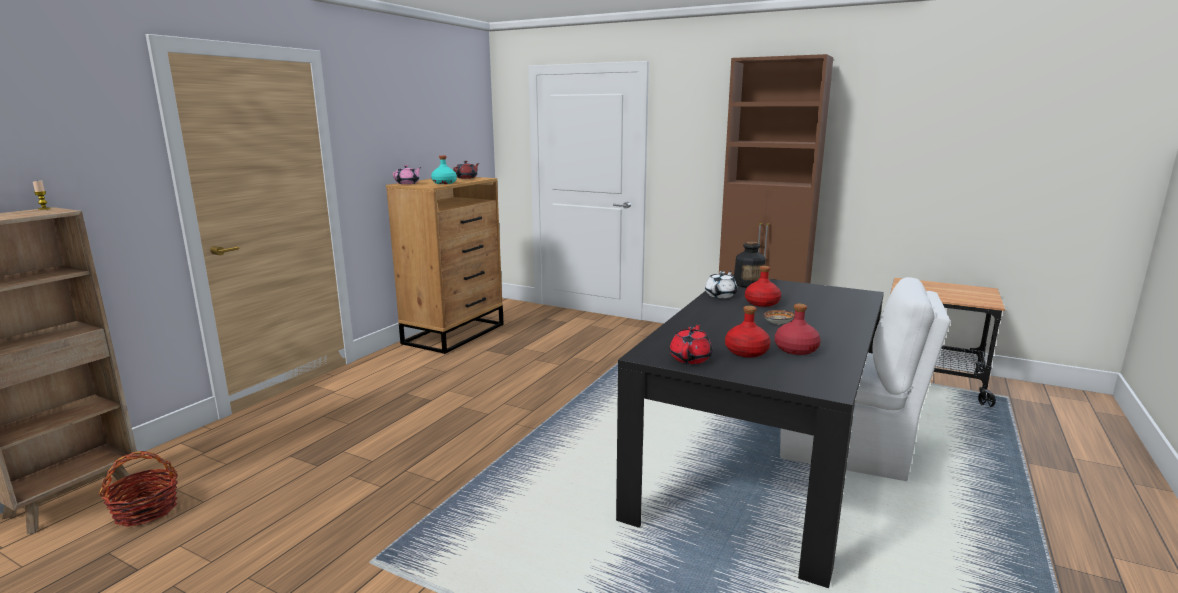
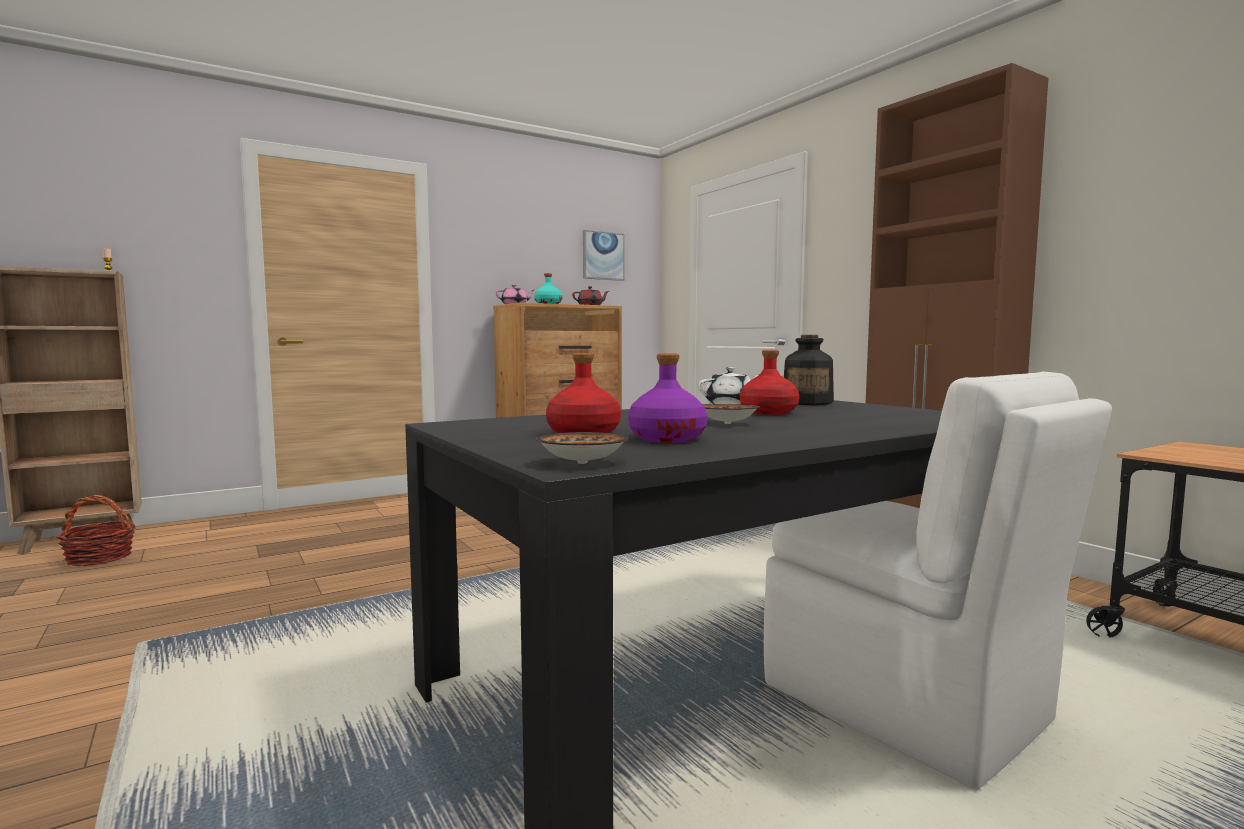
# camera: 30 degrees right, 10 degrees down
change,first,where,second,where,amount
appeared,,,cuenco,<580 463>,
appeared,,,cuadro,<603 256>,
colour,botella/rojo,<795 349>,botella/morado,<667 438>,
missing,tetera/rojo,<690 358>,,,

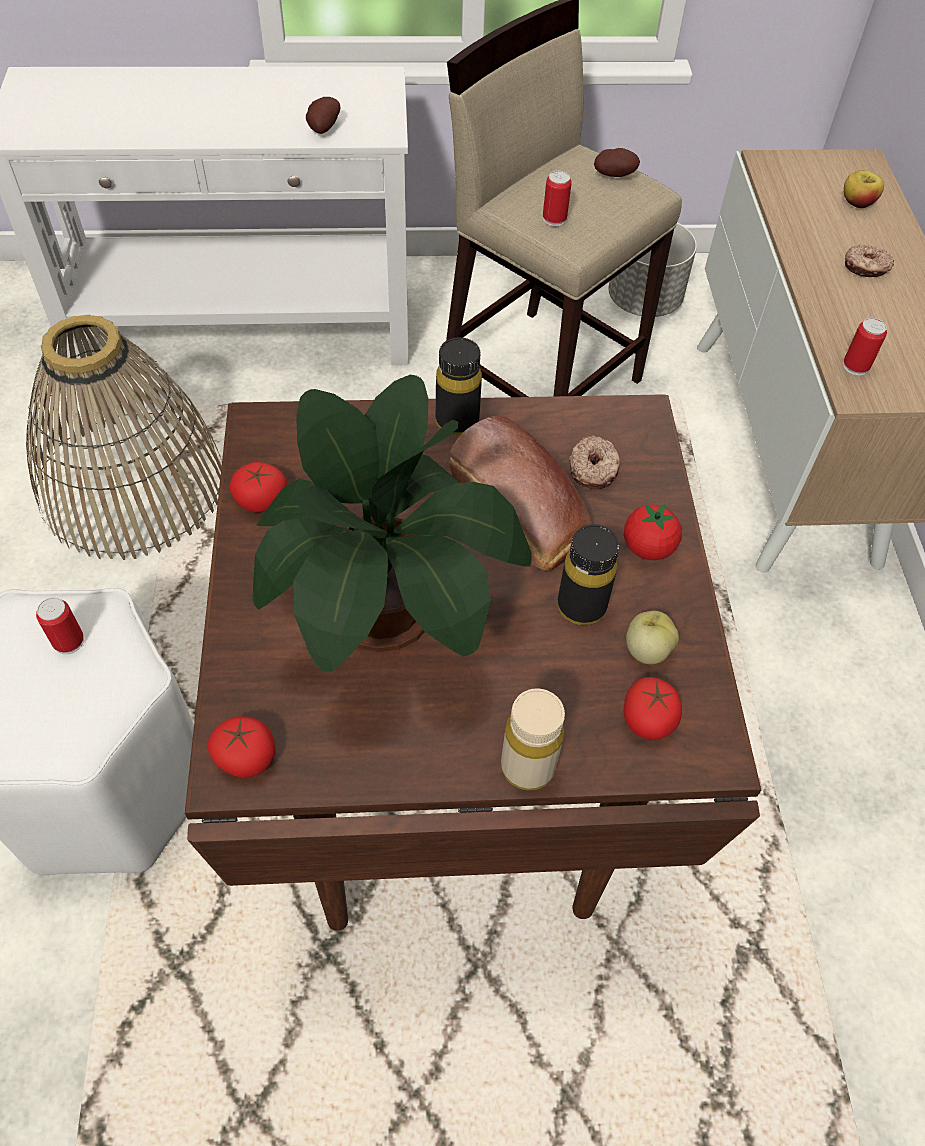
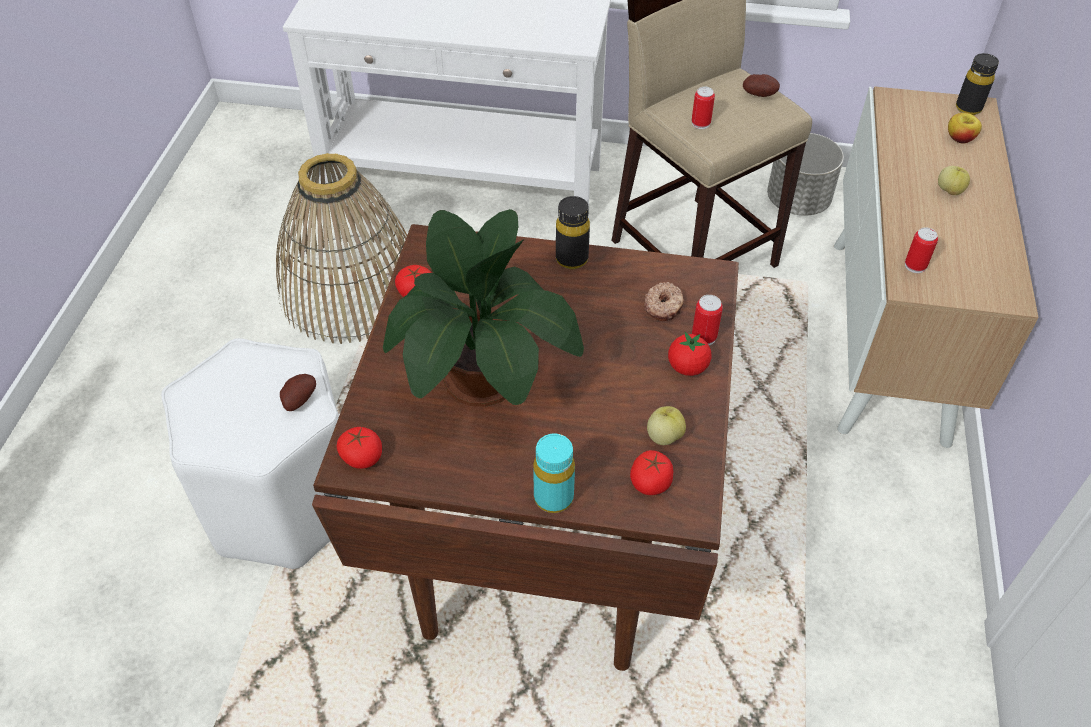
# camera: 15 degrees right, 5 degrees down
change,first,where,second,where,amount
relocated,patata,<322 129>,,<298 400>,
colour,botella/beis,<528 766>,botella/turquesa,<553 498>,
relocated,lata,<69 641>,,<704 337>,
exchanged,rosquilla,<865 268>,manzana,<949 190>,
relocated,botella/negro,<581 606>,,<968 108>,
missing,pan,<524 518>,,,

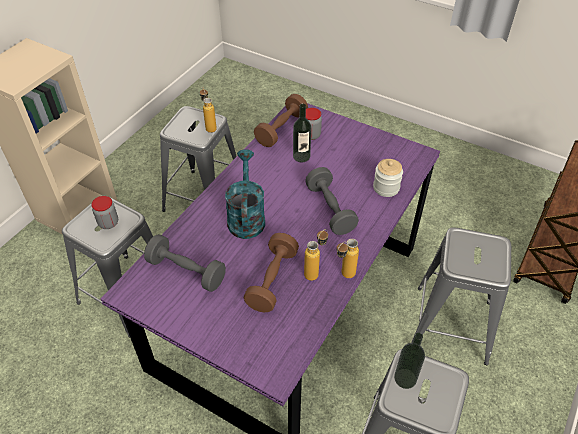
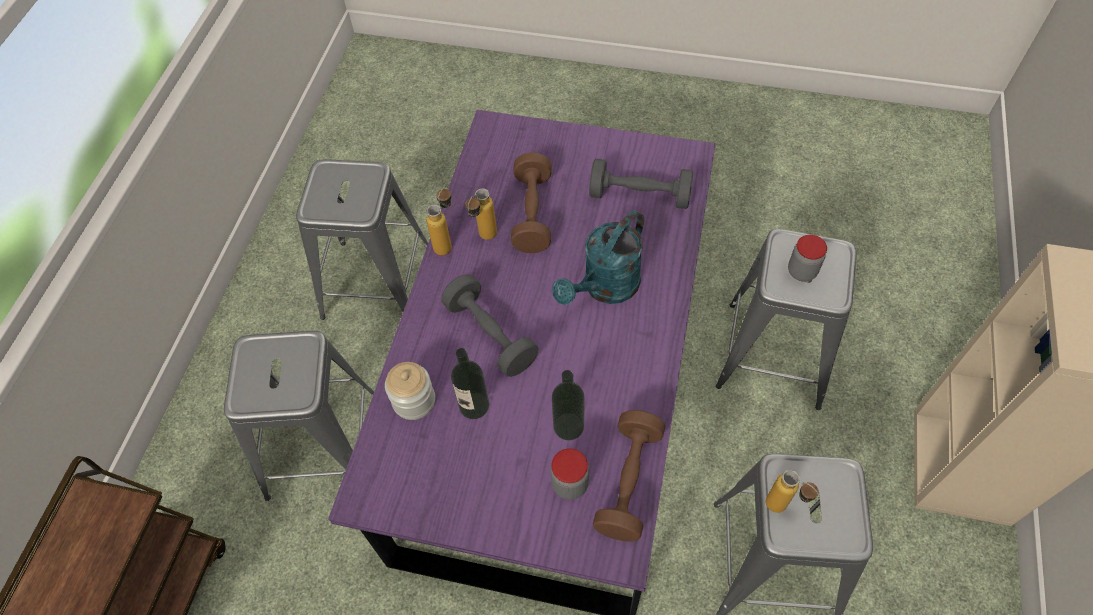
# camera: 165 degrees right, 10 degrees up
change,first,where,second,where,amount
relocated,botella,<405 378>,,<474 405>,
spun,regadera/turquesa,<246 216>,,<605 288>,60 degrees clockwise

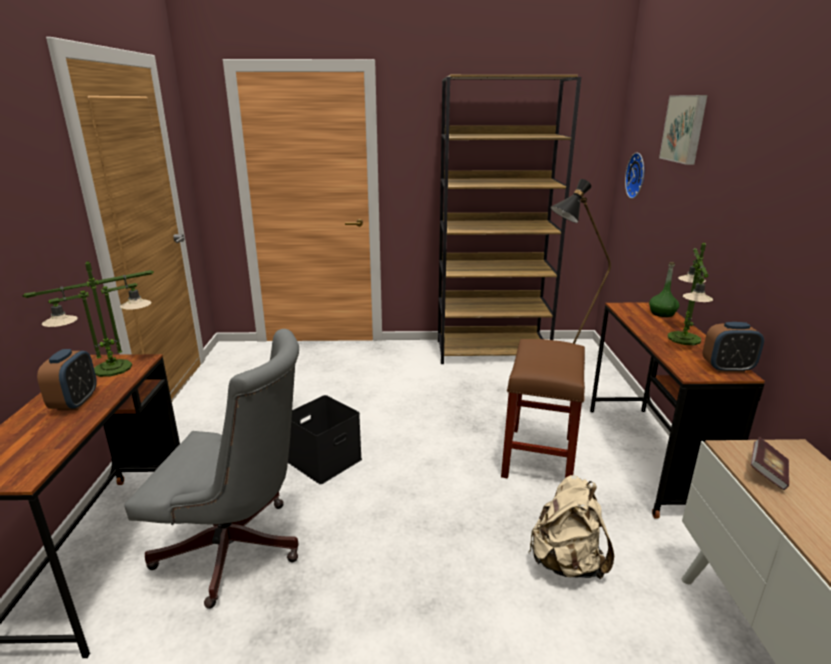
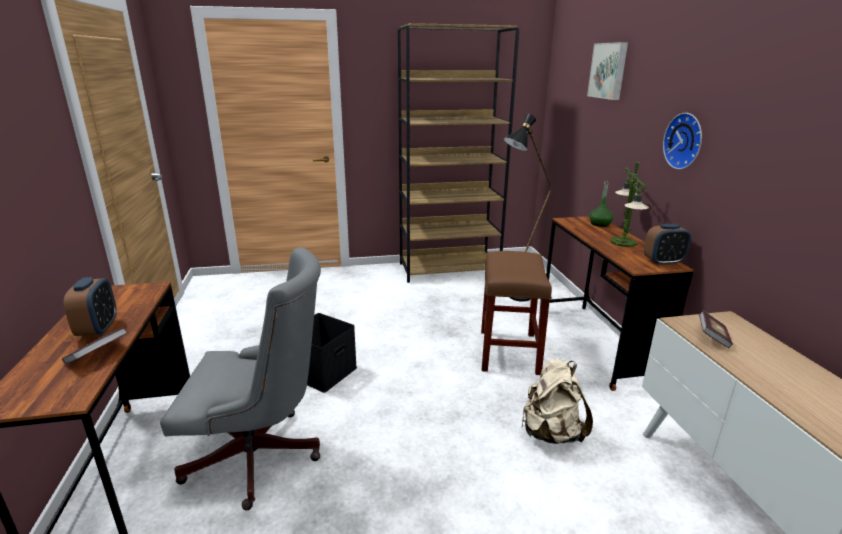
# camera: 10 degrees left, 0 degrees up
change,first,where,second,where,amount
appeared,,,libro,<98 355>,
relocated,reloj de pared,<638 175>,,<685 141>,
missing,lámpara de mesa,<112 369>,,,

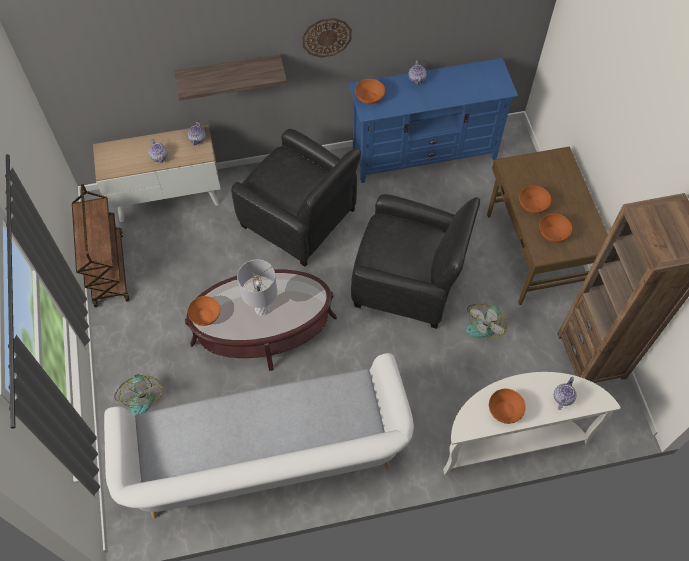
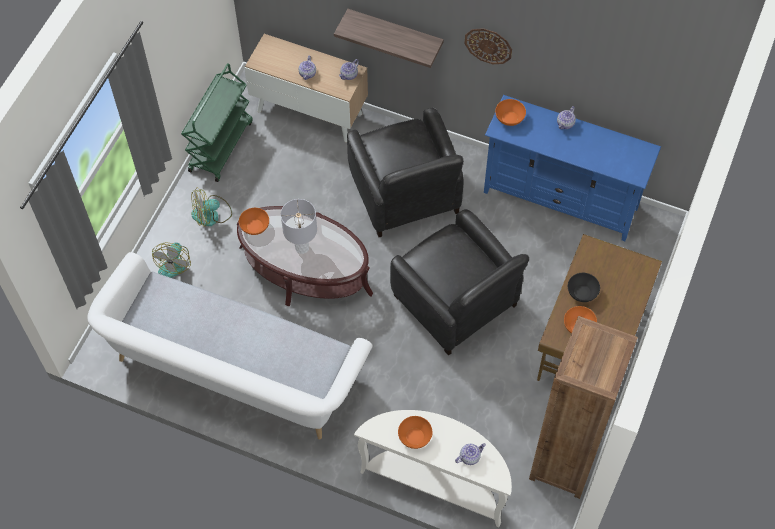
# camera: 35 degrees right, 0 degrees up
change,first,where,second,where,amount
colour,carrito/marrón,<108 268>,carrito/verde,<220 146>,
relocated,ventilador,<484 323>,,<211 215>,
colour,cuenco/naranja,<533 205>,cuenco/negro,<582 292>,

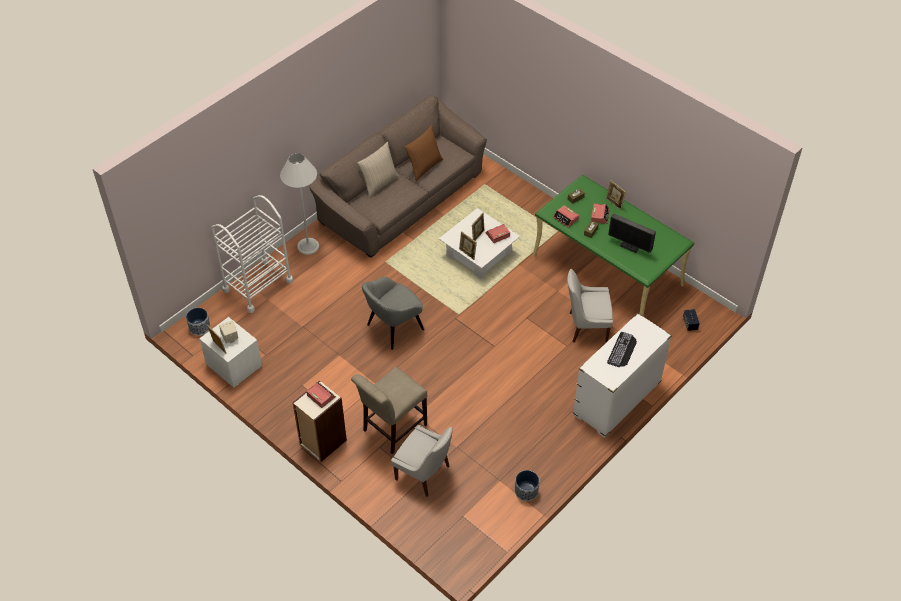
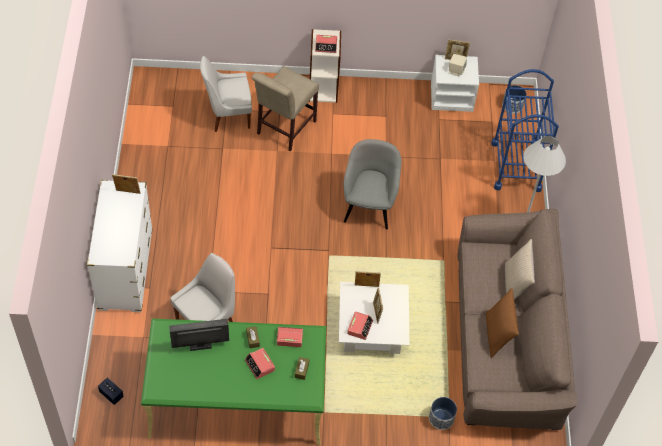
# camera: 135 degrees right, 5 degrees up
change,first,where,second,where,amount
relocated,portarretratos,<614 204>,,<127 192>,
spun,silla/beis,<392 429>,,<284 129>,150 degrees counterclockwise
relocated,maceta,<526 491>,,<441 418>,
colour,carrito/blanco,<258 285>,carrito/azul,<516 166>,
missing,teclado,<623 350>,,,

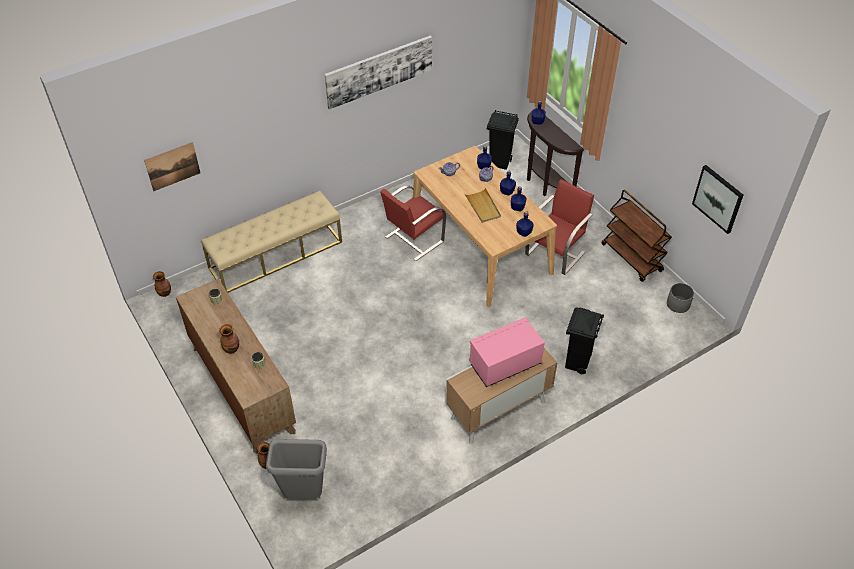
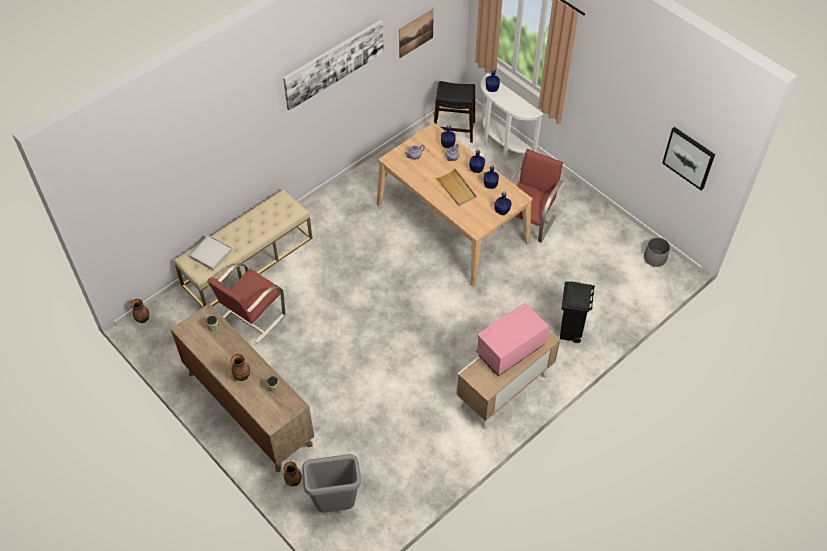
# camera: 10 degrees left, 5 degrees up
change,first,where,second,where,amount
appeared,,,bandeja/blanco,<211 254>,
relocated,silla/rojo,<413 240>,,<252 317>,
relocated,cuadro,<172 166>,,<416 33>,
exchanged,papelera/negro,<500 163>,taburete/negro,<453 130>,
colour,mesa consola/marrón,<544 184>,mesa consola/blanco,<502 148>,
missing,carrito/marrón,<632 258>,,,

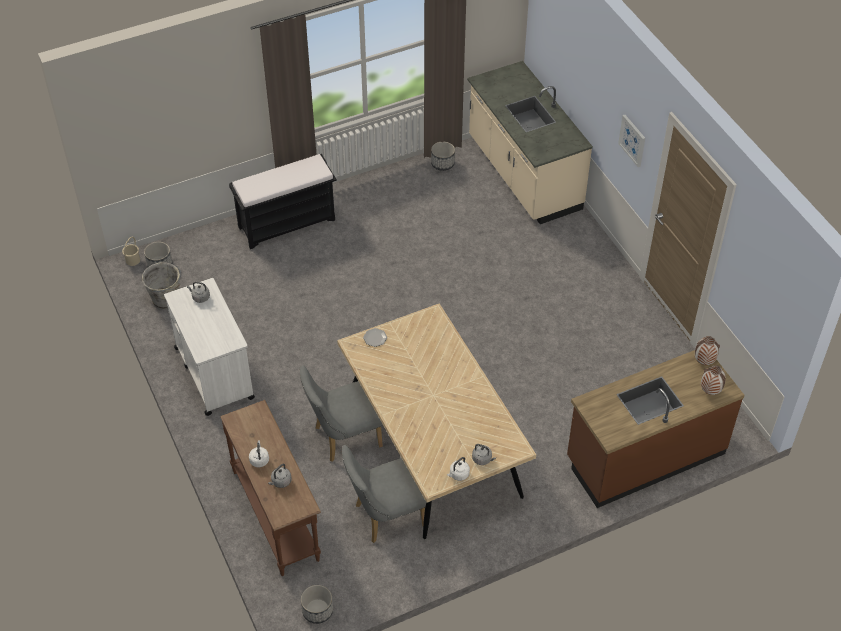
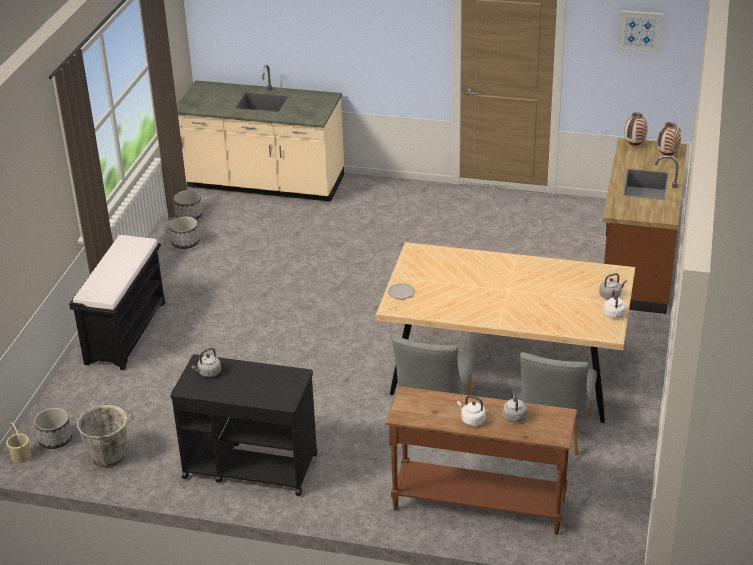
# camera: 50 degrees left, 15 degrees down
change,first,where,second,where,amount
relocated,maceta,<318 611>,,<186 243>,
colour,carrito/blanco,<214 372>,carrito/negro,<249 466>,
relocated,cuadro,<632 140>,,<639 31>,

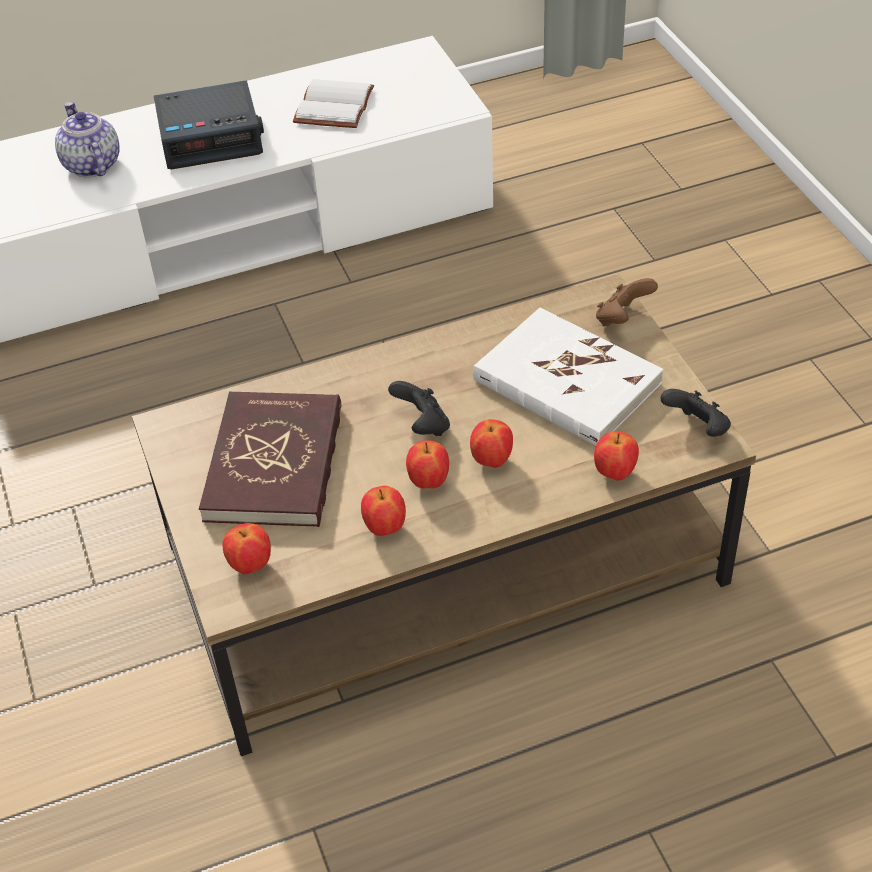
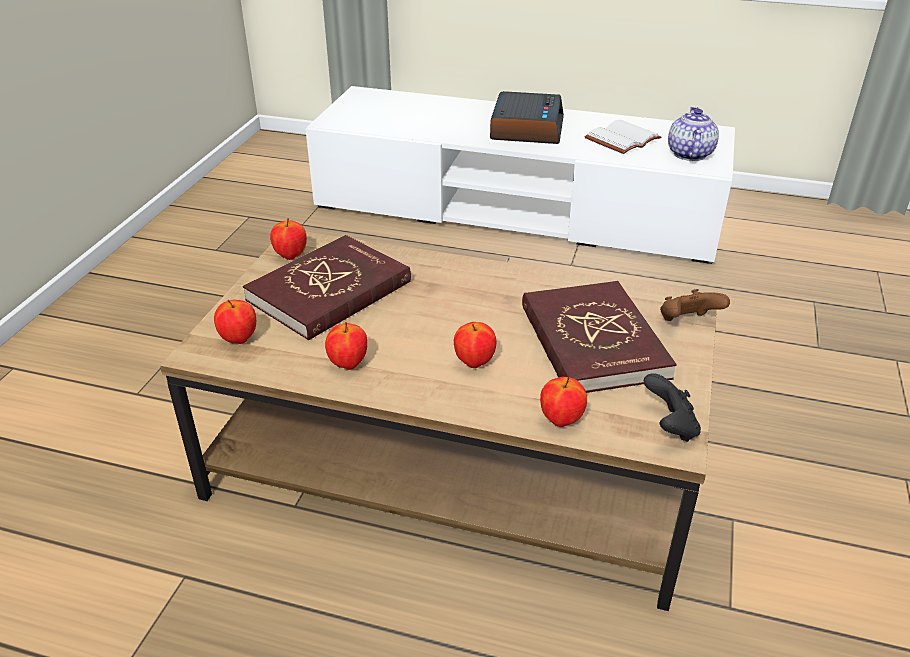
# camera: 35 degrees right, 10 degrees down
change,first,where,second,where,amount
relocated,manzana,<428 482>,,<291 256>,
spun,despertador,<211 136>,,<526 128>,105 degrees counterclockwise
colour,libro/blanco,<566 382>,libro/rojo,<592 342>,
relocated,tetera,<91 165>,,<689 154>,
missing,mando de consola/negro,<422 425>,,,

